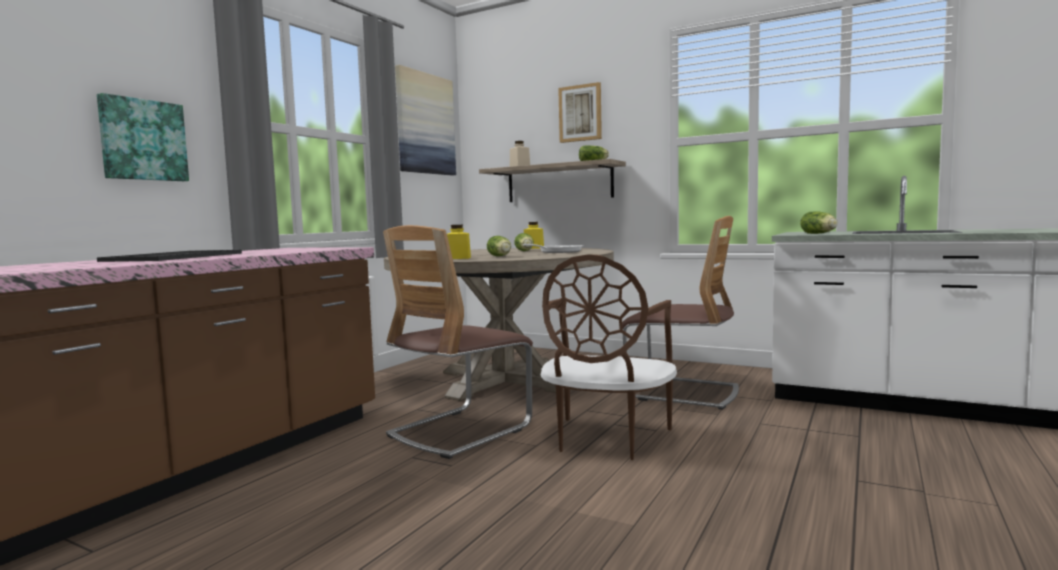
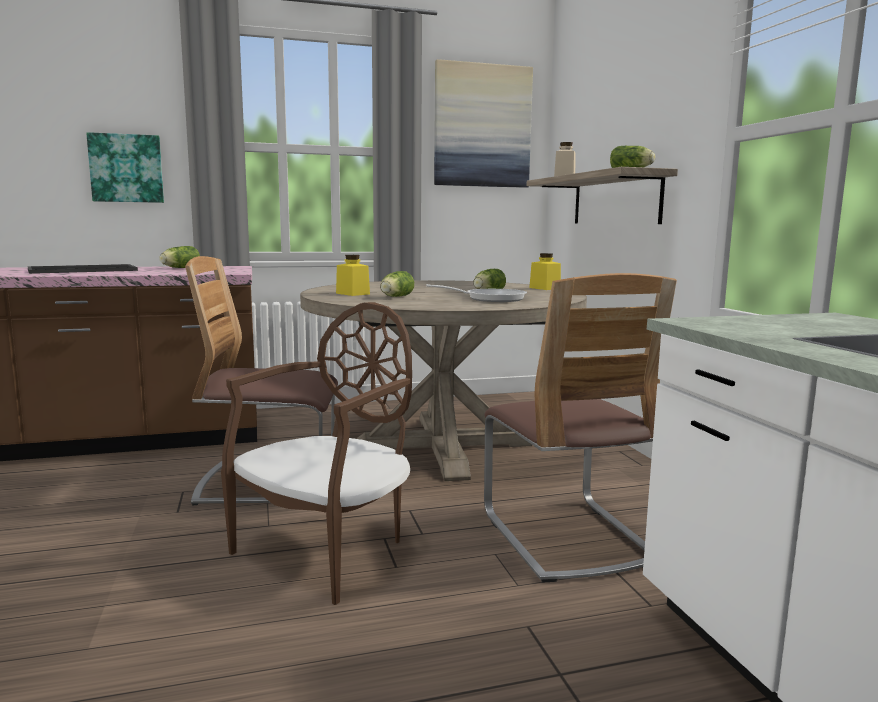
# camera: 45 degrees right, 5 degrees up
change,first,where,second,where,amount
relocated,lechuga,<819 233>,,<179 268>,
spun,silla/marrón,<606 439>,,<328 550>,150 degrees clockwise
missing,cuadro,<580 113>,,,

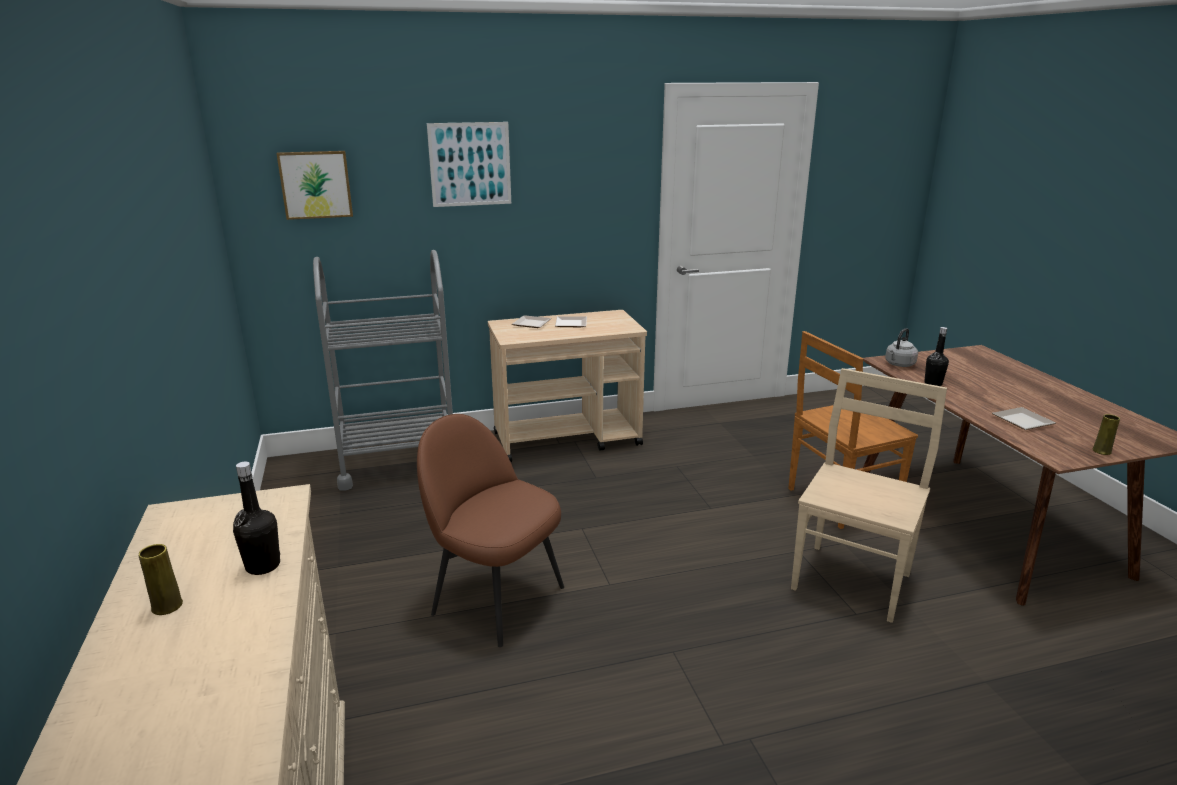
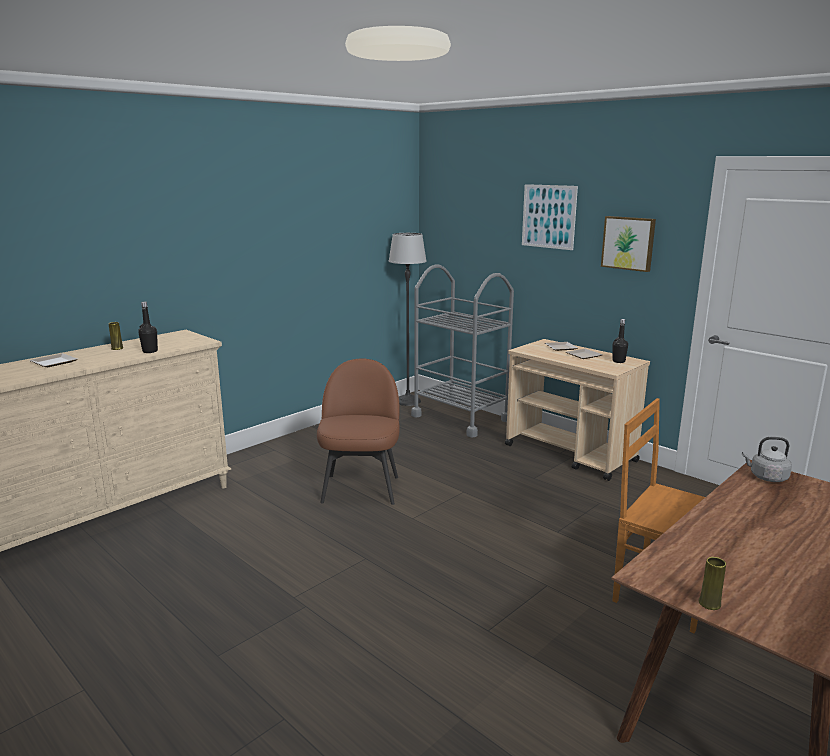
# camera: 60 degrees right, 5 degrees down
change,first,where,second,where,amount
relocated,plato,<1020 421>,,<55 362>,
appeared,,,lámpara de pie,<408 401>,
relocated,cuadro,<316 184>,,<628 243>,
relocated,botella/negro,<933 383>,,<618 361>,
missing,silla/beis,<852 580>,,,

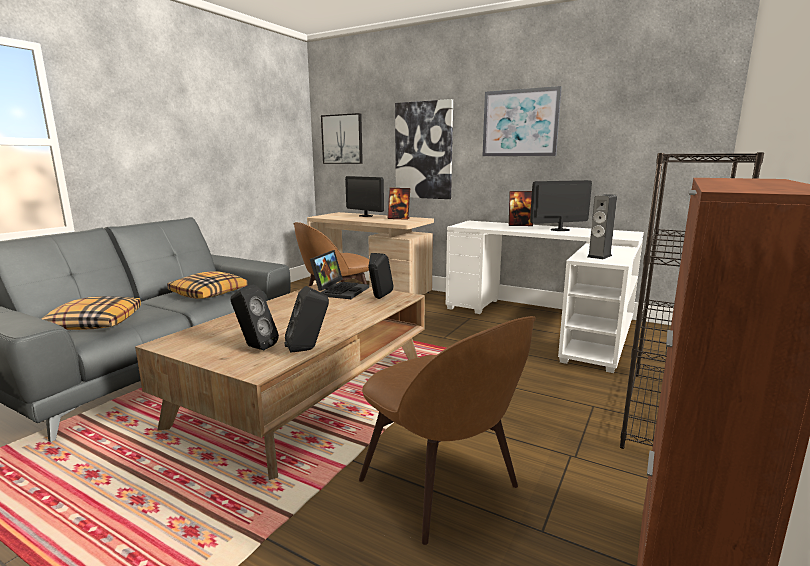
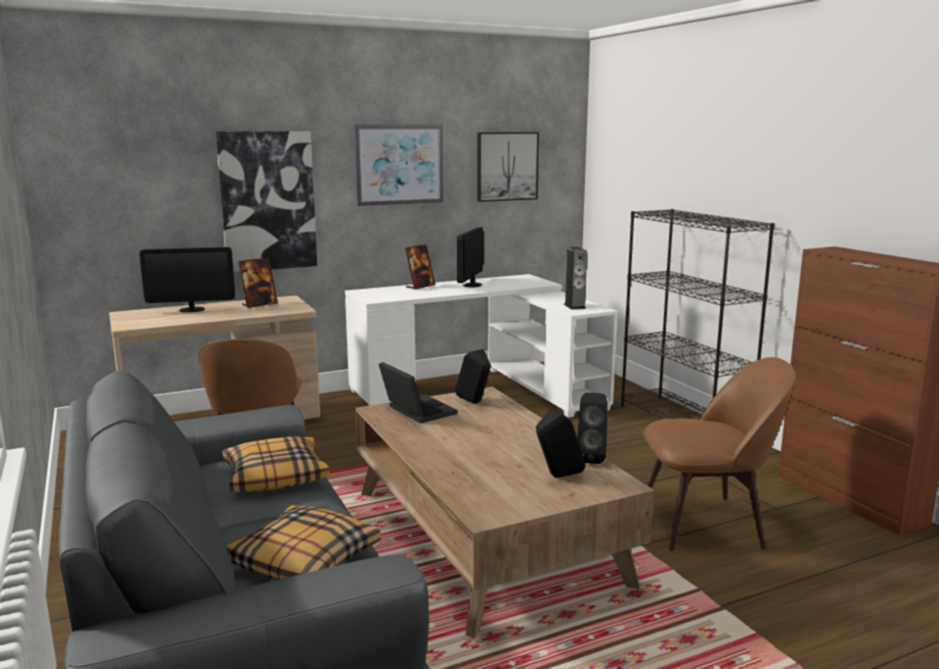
# camera: 55 degrees left, 0 degrees up
change,first,where,second,where,amount
relocated,cuadro,<342 139>,,<507 166>,

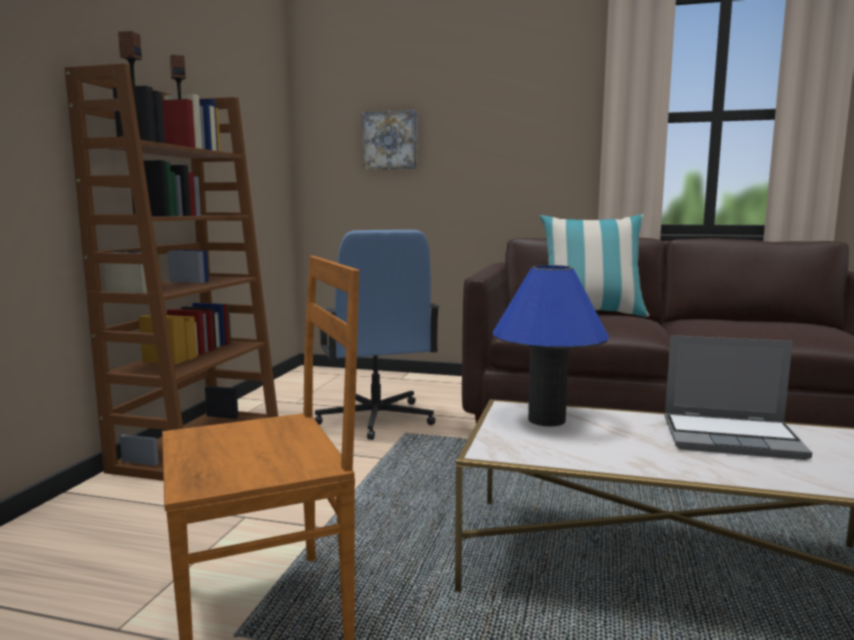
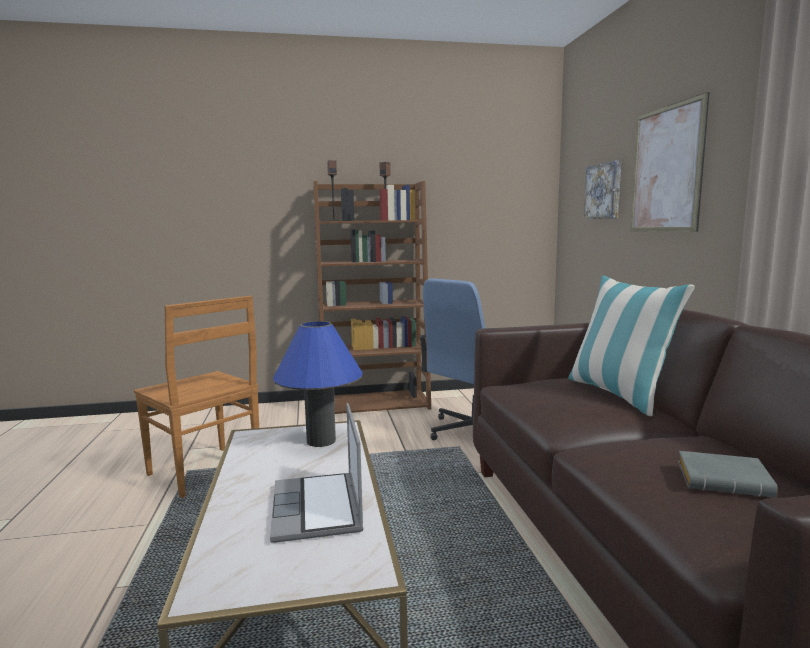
# camera: 65 degrees right, 0 degrees up
change,first,where,second,where,amount
appeared,,,cuadro,<666 169>,
appeared,,,libro/gris,<725 481>,

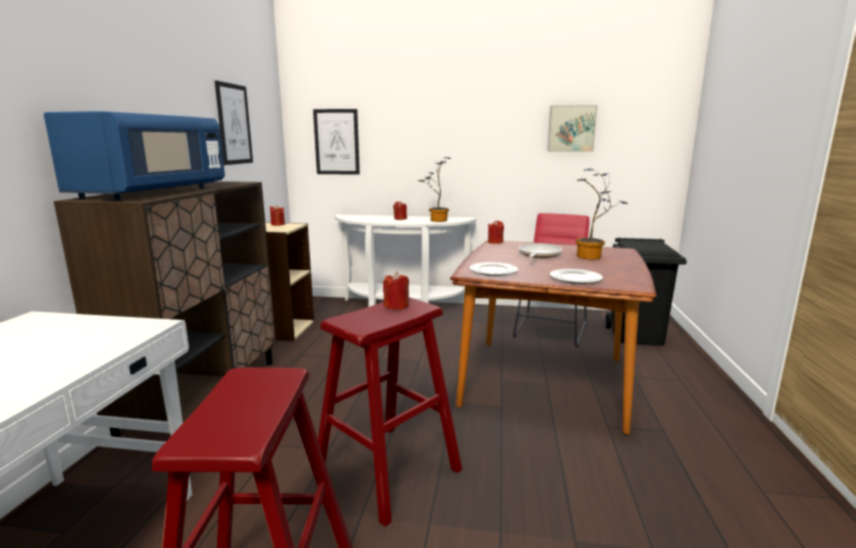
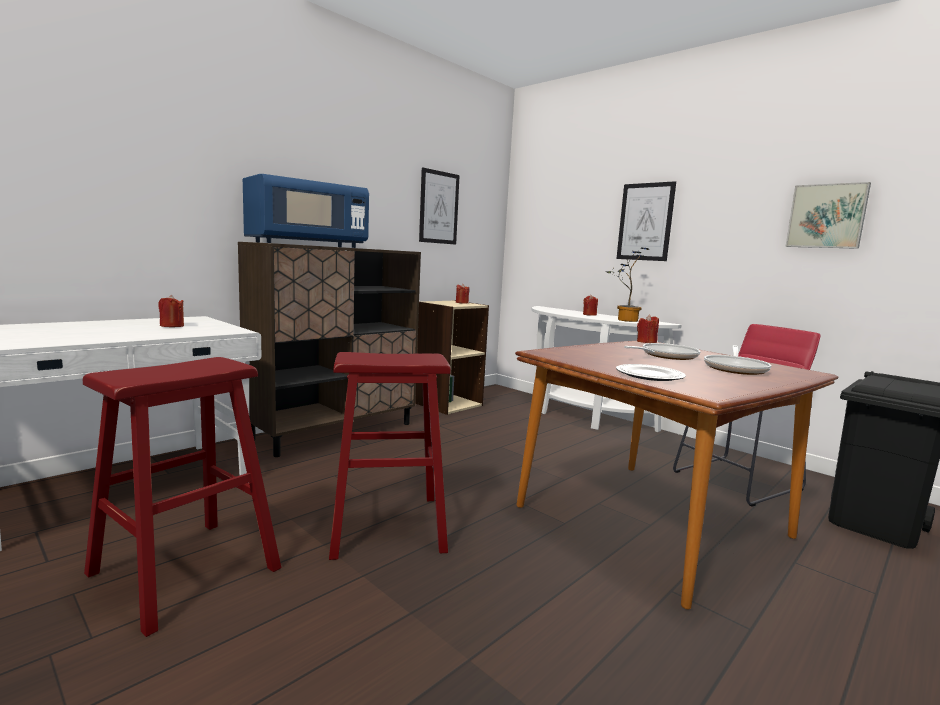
# camera: 35 degrees right, 5 degrees down
change,first,where,second,where,amount
relocated,vela/rojo,<396 306>,,<172 326>,
relocated,cuadro,<336 142>,,<645 222>,
exchanged,planta en maceta,<592 257>,sartén,<735 368>,
missing,plato,<493 271>,,,

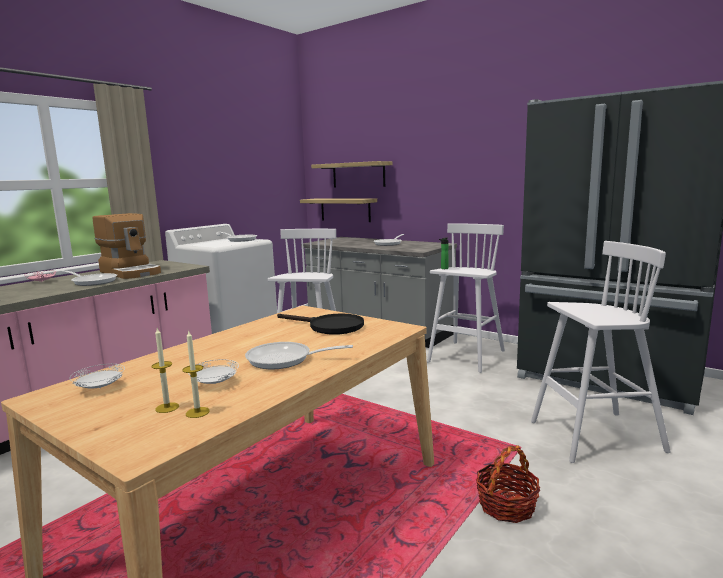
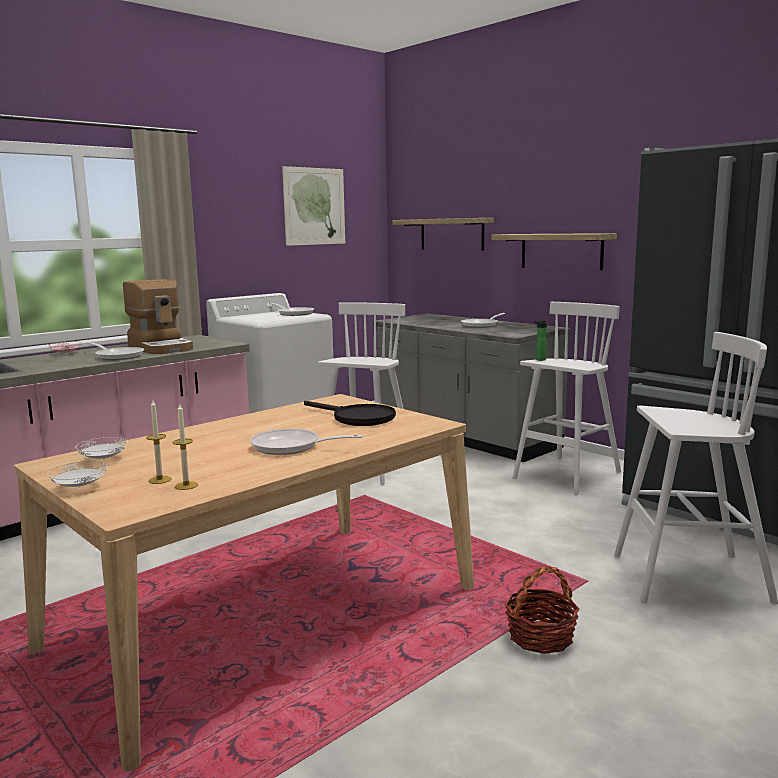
# camera: 10 degrees right, 0 degrees up
change,first,where,second,where,amount
relocated,plato/blanco,<215 383>,,<79 487>,
appeared,,,cuadro,<314 206>,
relocated,estante,<345 209>,,<561 251>,

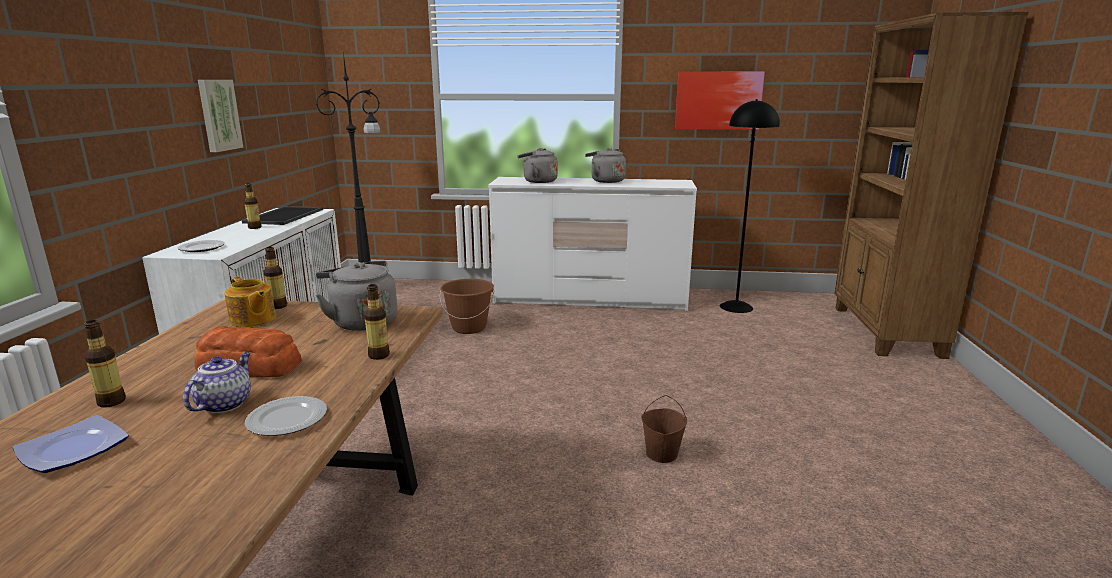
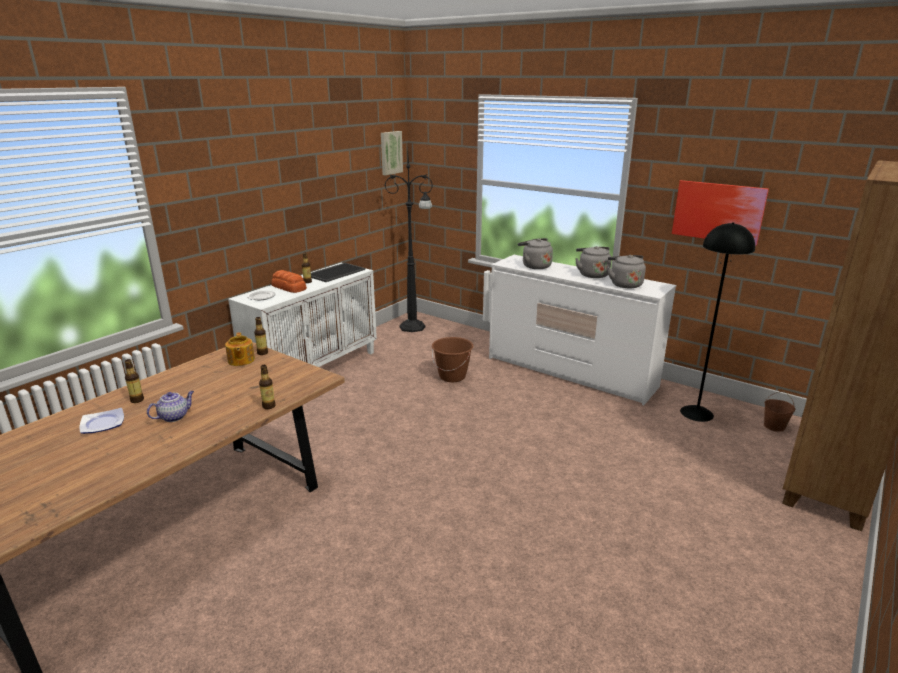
# camera: 30 degrees right, 5 degrees up
change,first,where,second,where,amount
relocated,pan,<250 366>,,<289 287>,
relocated,cuadro,<218 115>,,<390 152>,
relocated,hervidor/gris,<362 321>,,<624 284>,
relocated,cubo/marrón,<661 454>,,<774 426>,
missing,plato,<286 420>,,,

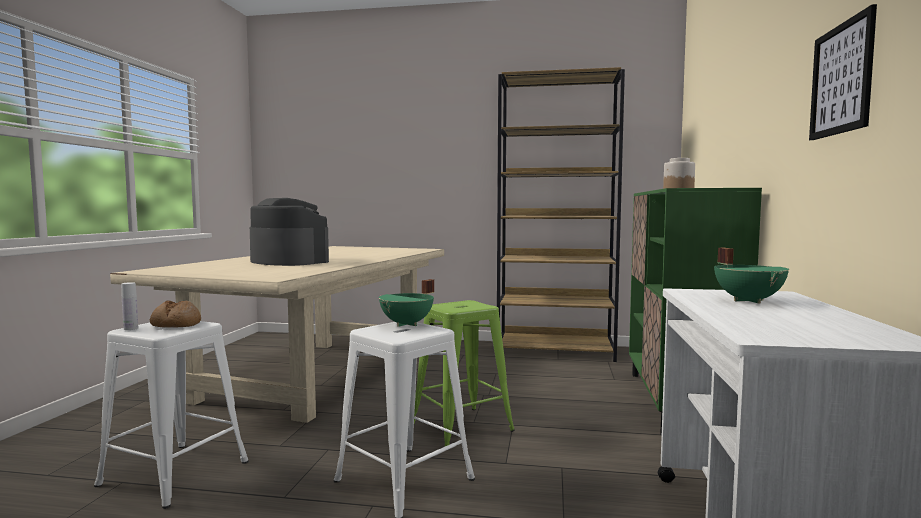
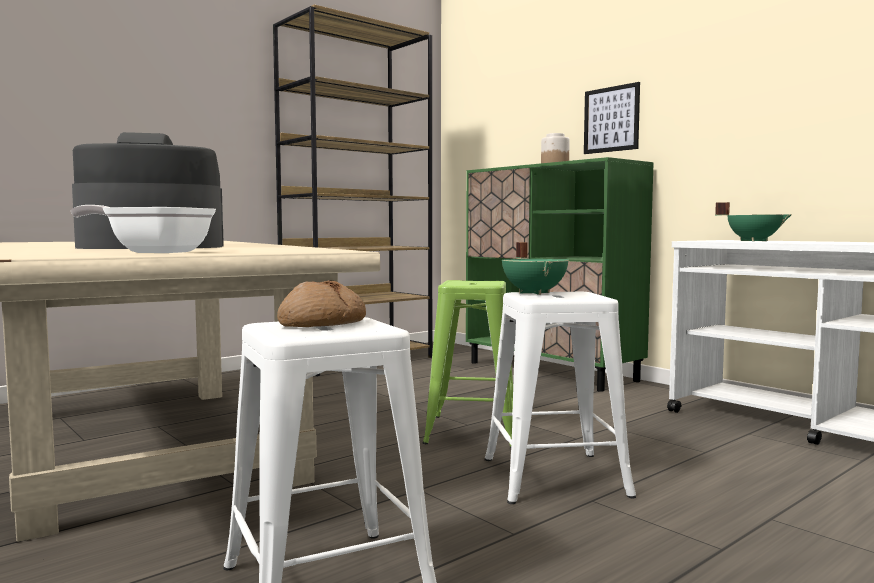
# camera: 50 degrees left, 0 degrees up
change,first,where,second,where,amount
appeared,,,sartén,<153 252>,
relocated,cuadro,<841 79>,,<611 119>,
missing,botella/blanco,<131 328>,,,

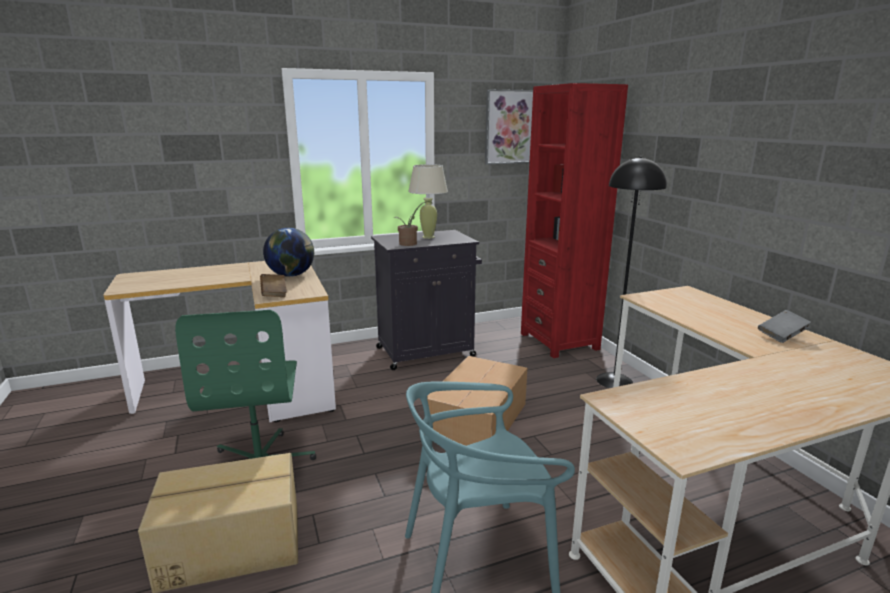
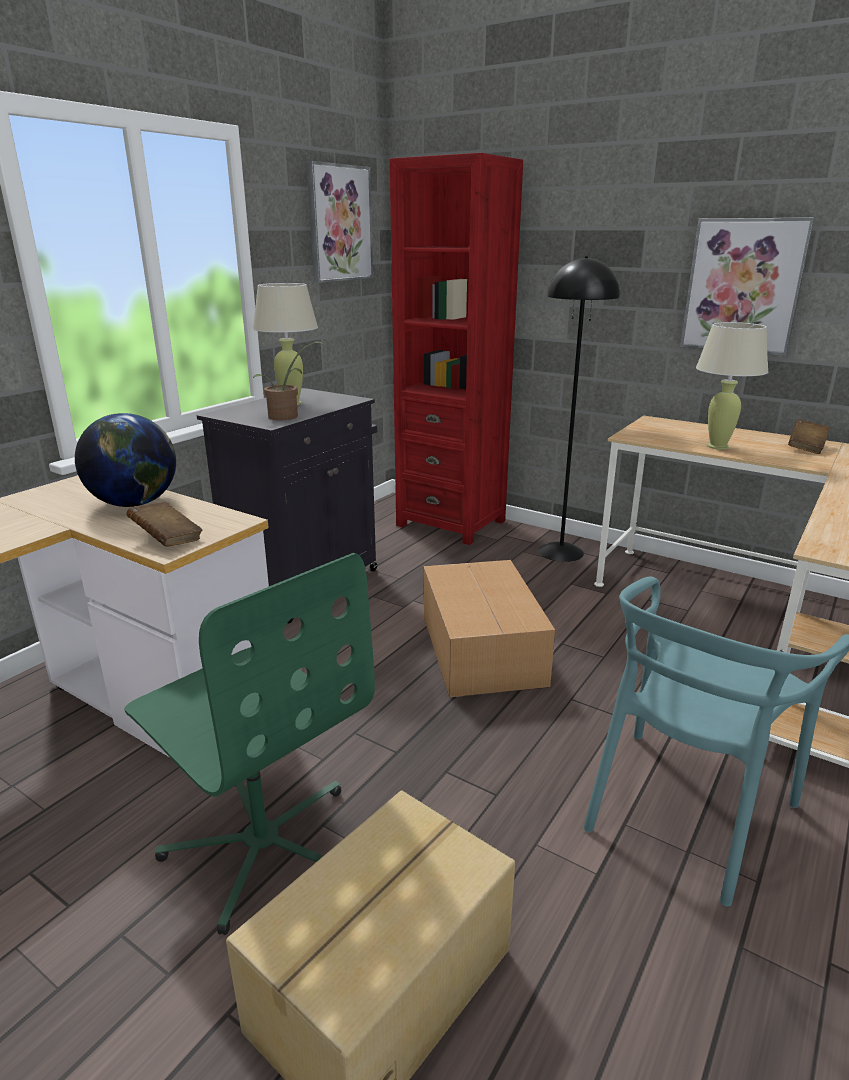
# camera: 35 degrees left, 5 degrees up
change,first,where,second,where,amount
appeared,,,cuadro,<743 286>,
appeared,,,lámpara de mesa/beis,<718 446>,
colour,libro/gris,<781 335>,libro/marrón,<806 447>,

